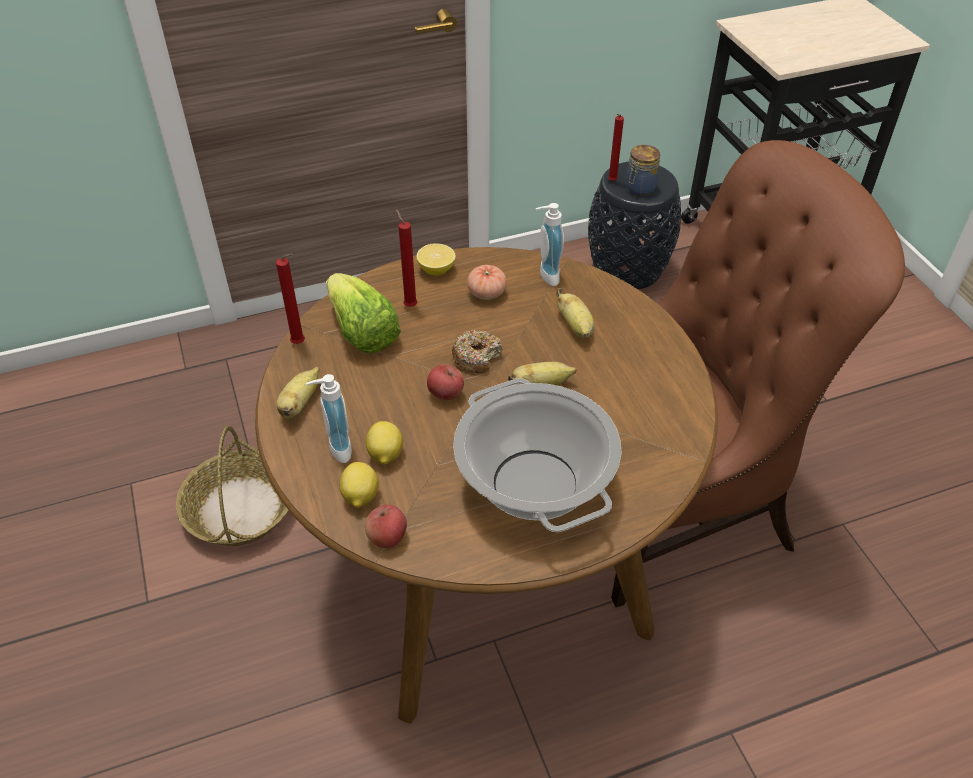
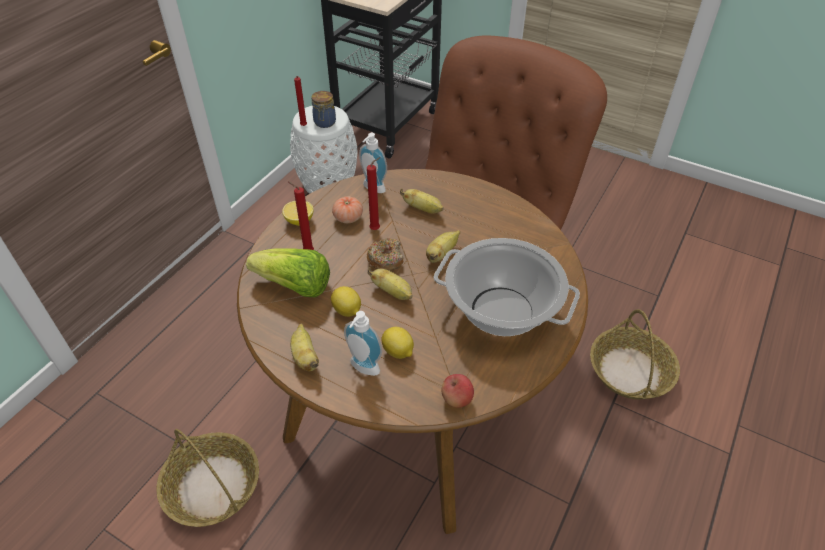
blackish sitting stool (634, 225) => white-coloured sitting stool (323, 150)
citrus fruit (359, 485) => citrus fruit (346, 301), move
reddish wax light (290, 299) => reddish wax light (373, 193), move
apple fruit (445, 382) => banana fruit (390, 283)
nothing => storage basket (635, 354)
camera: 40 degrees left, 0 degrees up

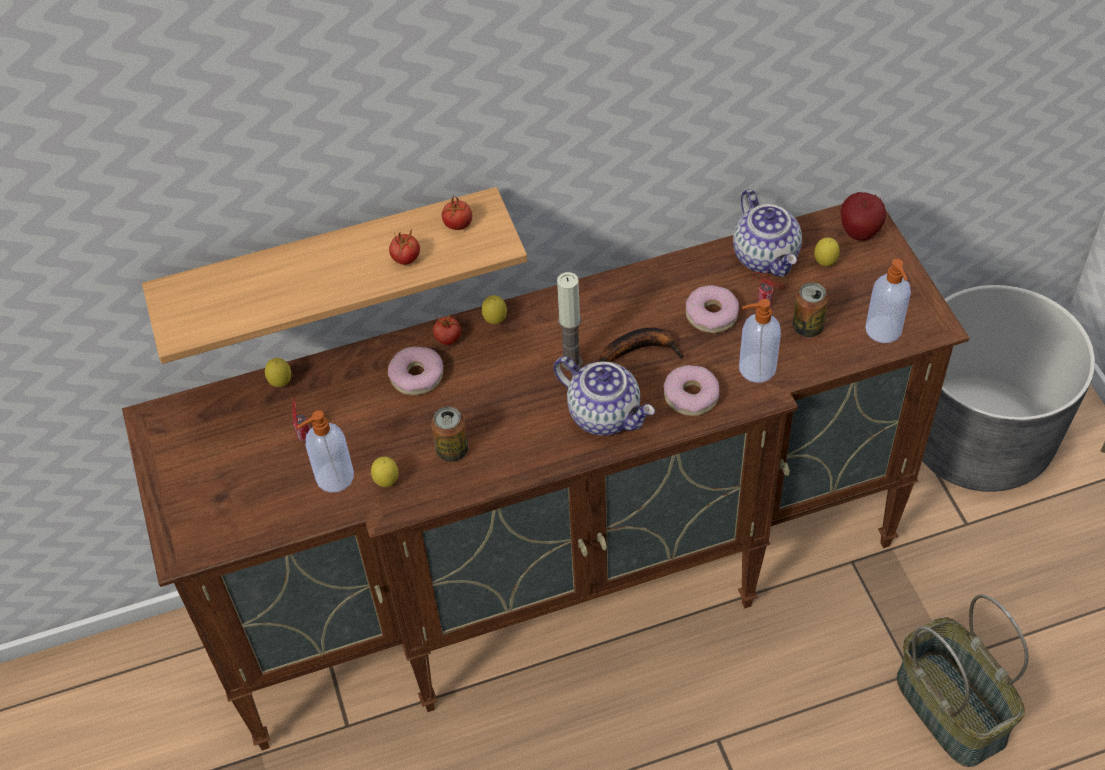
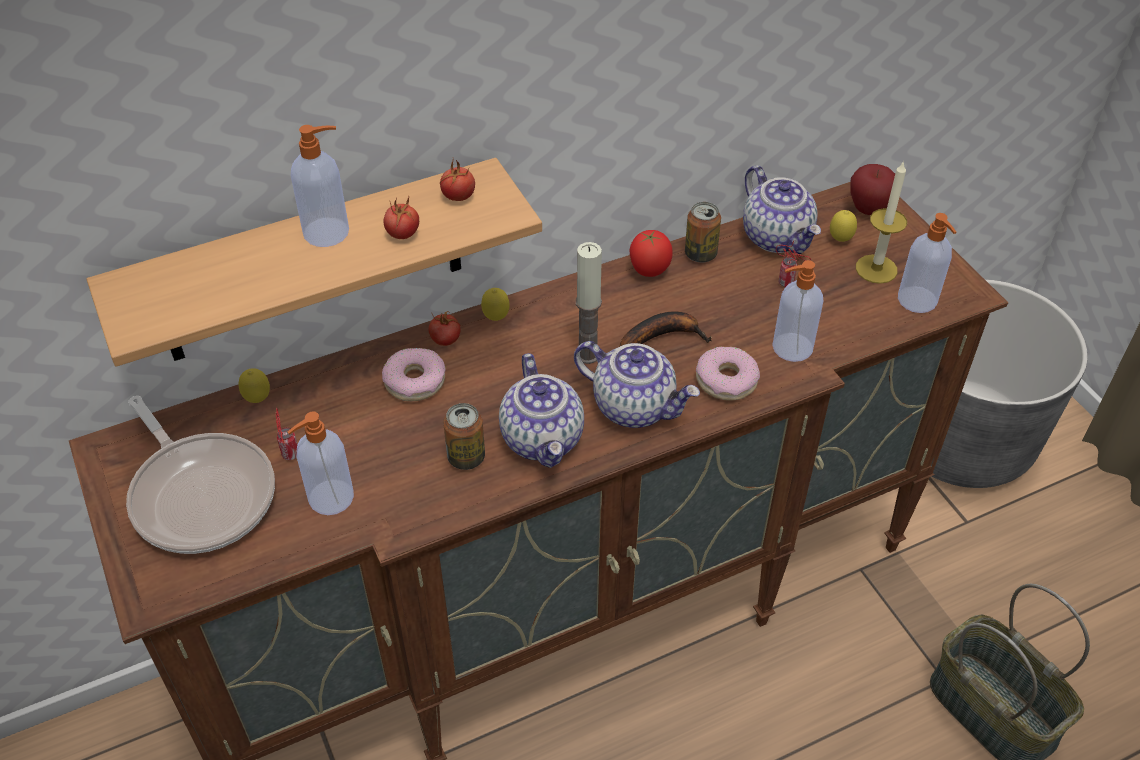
nothing => skillet (200, 475)
nothing => soap dispenser (320, 186)
nothing => teapot (541, 410)
nothing => whole tomato (651, 253)
metal can (810, 309) => metal can (703, 232), move
nothing => wax light (881, 222)
citrus fruit (385, 472) => nothing
ring doughnut (712, 309) => nothing
camera: 10 degrees left, 5 degrees down

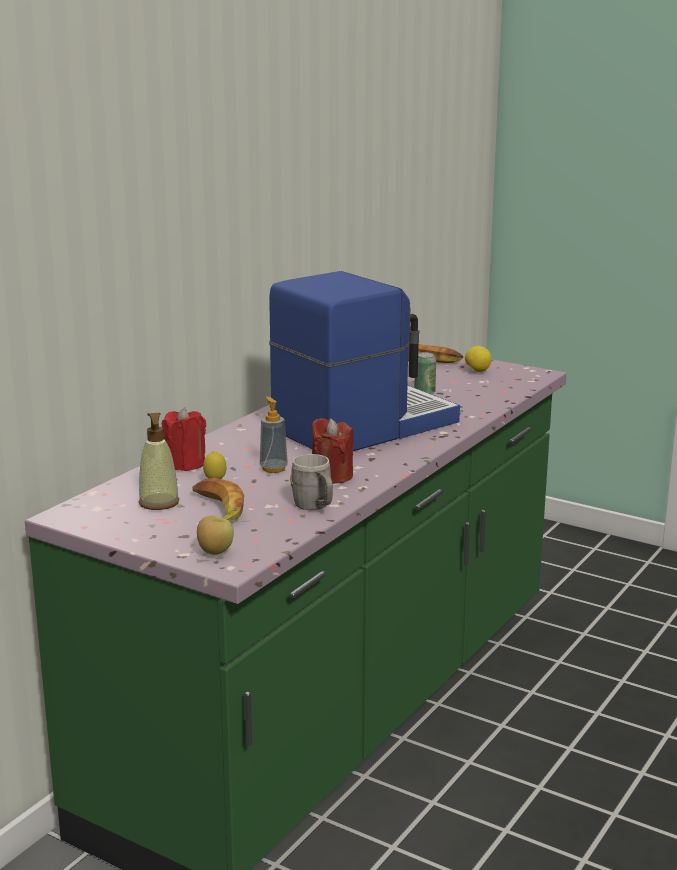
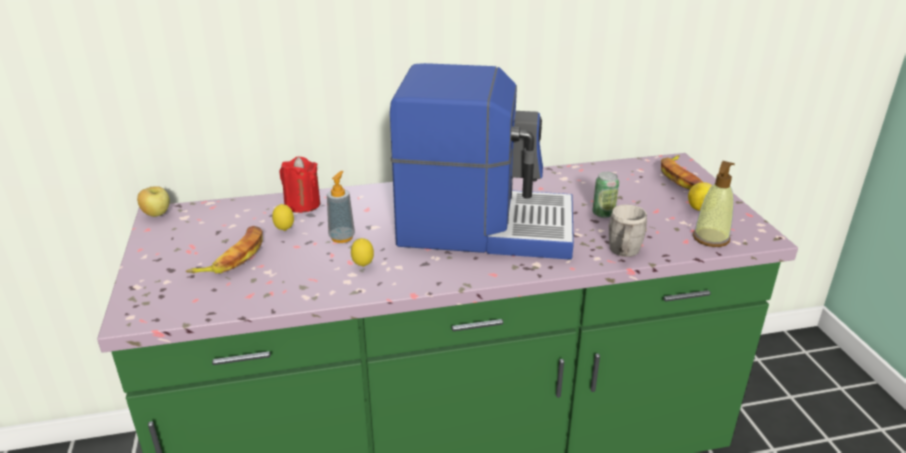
apple fruit (215, 535) => apple fruit (153, 201), move
reddish wax light (332, 451) => citrus fruit (362, 252)
greyish coffee mug (311, 482) => greyish coffee mug (627, 230), move
soap dispenser (159, 461) => soap dispenser (714, 204), move
camera: 45 degrees right, 10 degrees up

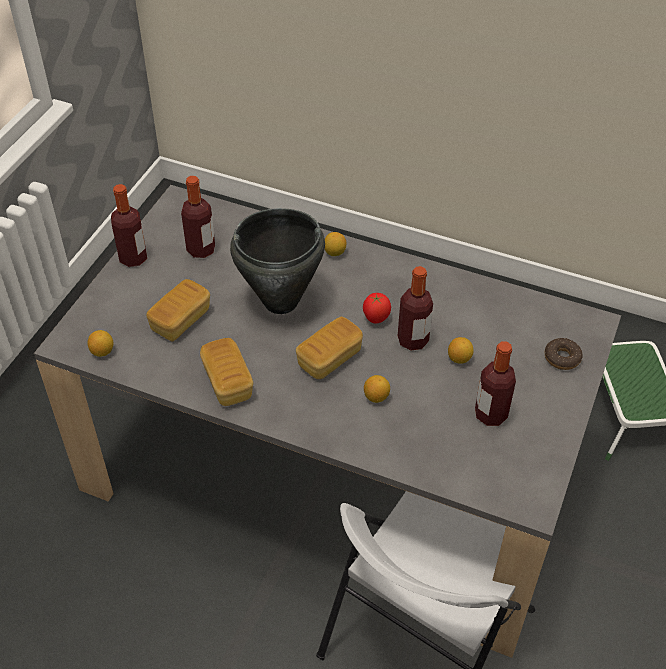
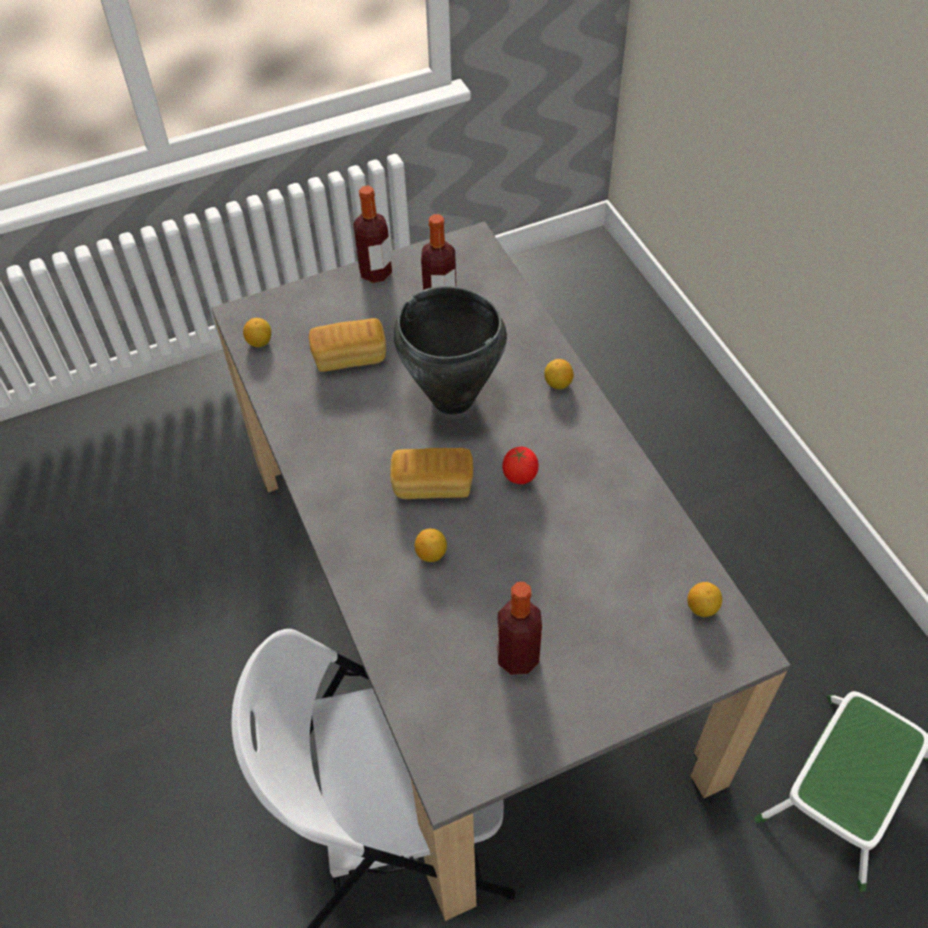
citrus fruit (461, 350) => citrus fruit (704, 599), move
bakery bread (226, 372) => nothing
drink bottle (415, 308) => nothing
ring doughnut (564, 354) => nothing
camera: 45 degrees right, 5 degrees up

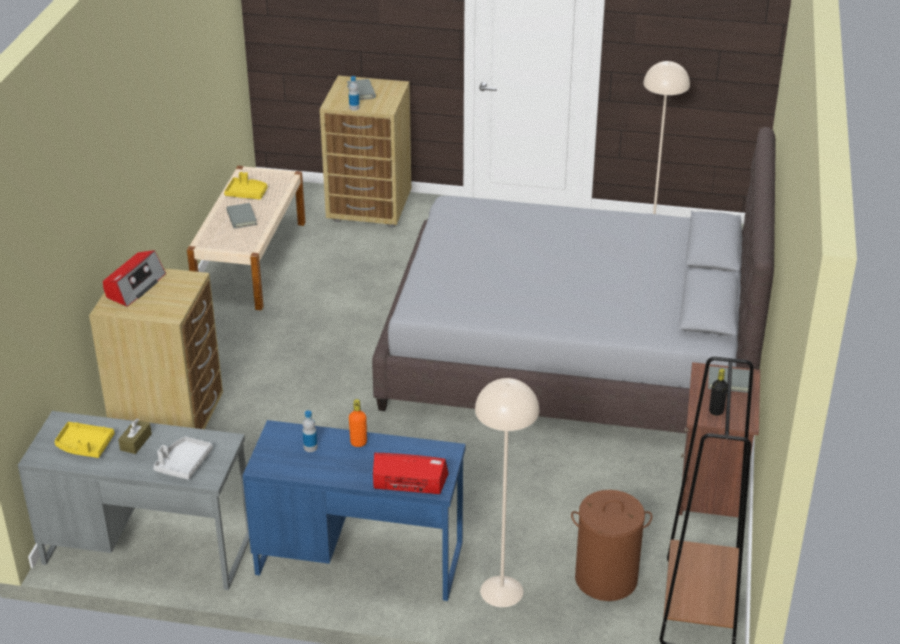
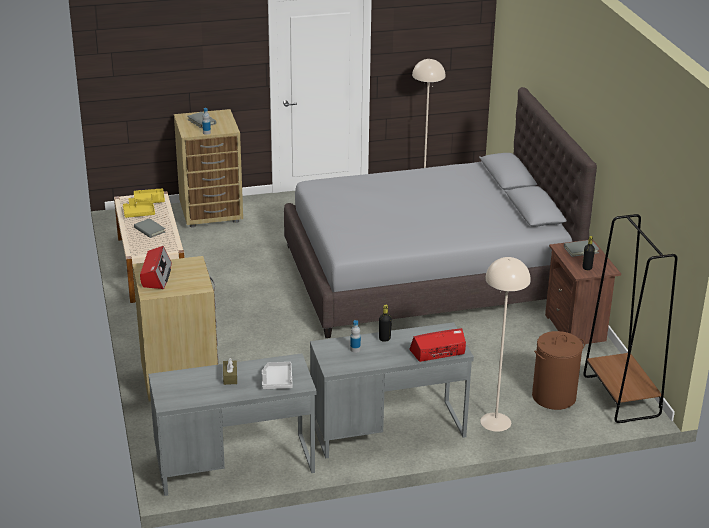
yellowish tray (84, 440) => yellowish tray (149, 196), move
bluish desk unit (354, 510) => greyish desk unit (392, 390)
orange drink bottle (358, 423) => blackish drink bottle (385, 323)
camera: 25 degrees left, 5 degrees down

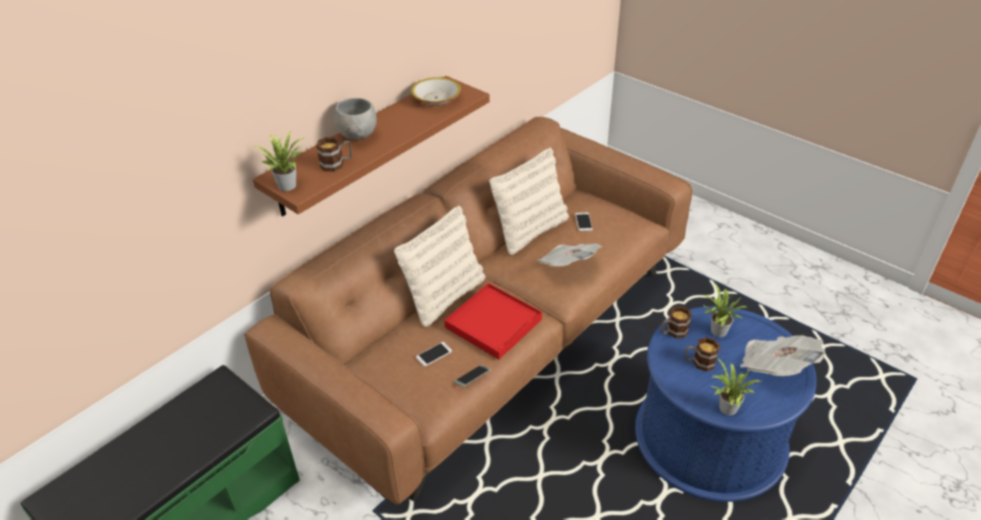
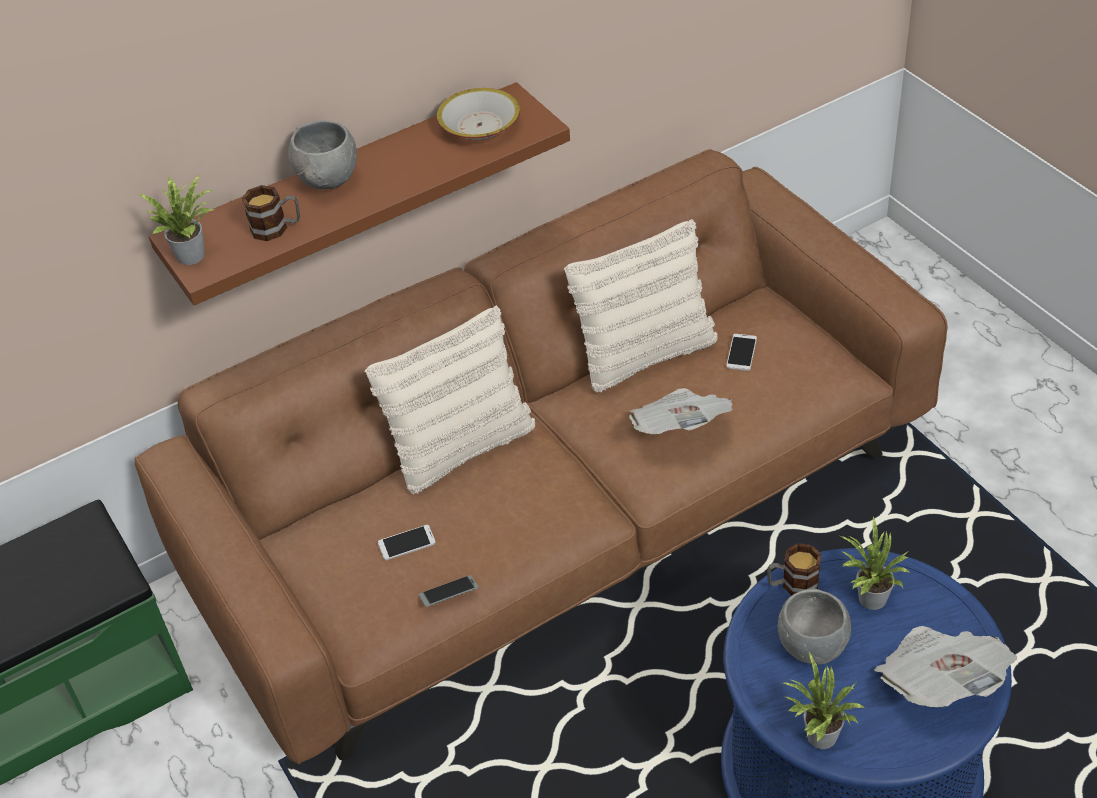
coffee mug (702, 354) => greyish deep dish (814, 626)
reddish tray (493, 321) => nothing
camera: 20 degrees right, 5 degrees up

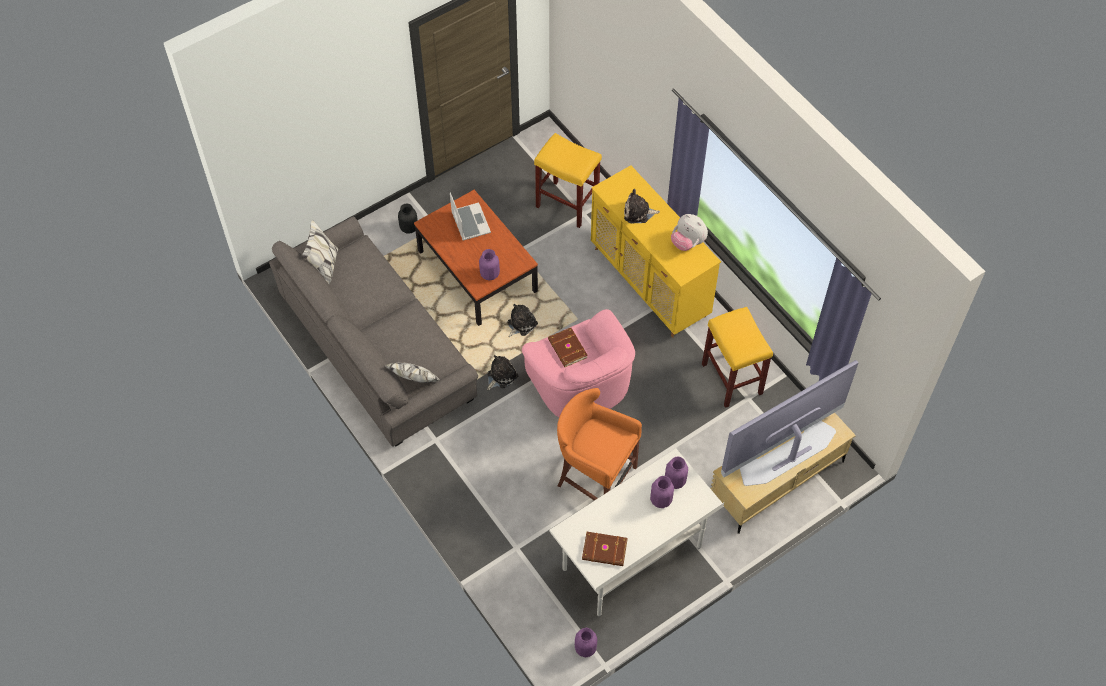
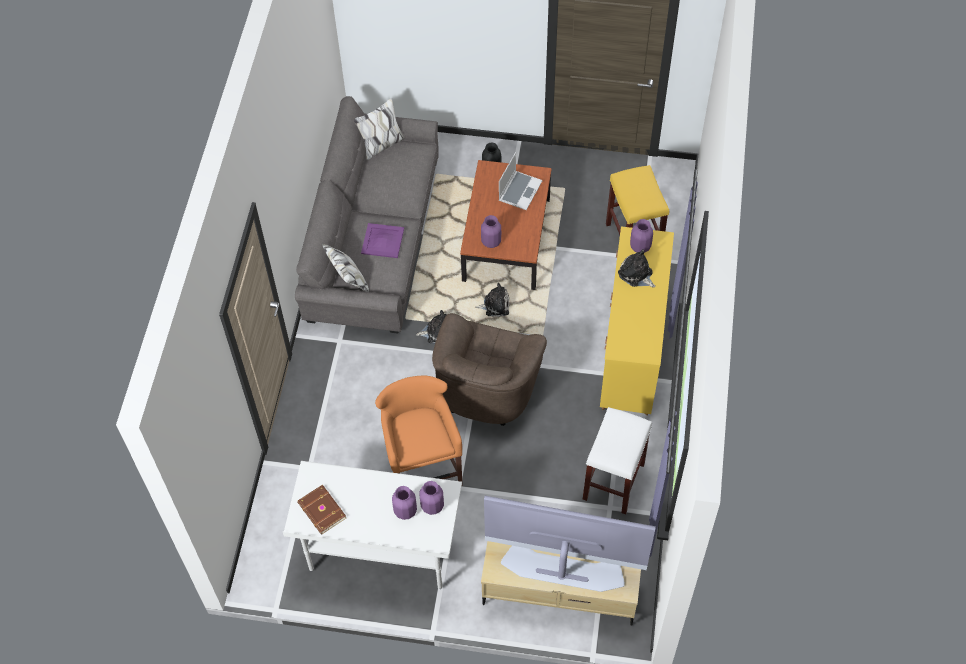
nothing => purple-coloured tray (382, 240)
pink-coloured armchair (578, 363) => brown-coloured armchair (489, 369)
yellowish sitting stool (737, 357) => white-coloured sitting stool (617, 461)
purple-coloured flower vase (586, 642) => purple-coloured flower vase (641, 236), move
brown-coloured book (568, 347) => nothing
soft toy (689, 232) => nothing
camera: 45 degrees right, 0 degrees up

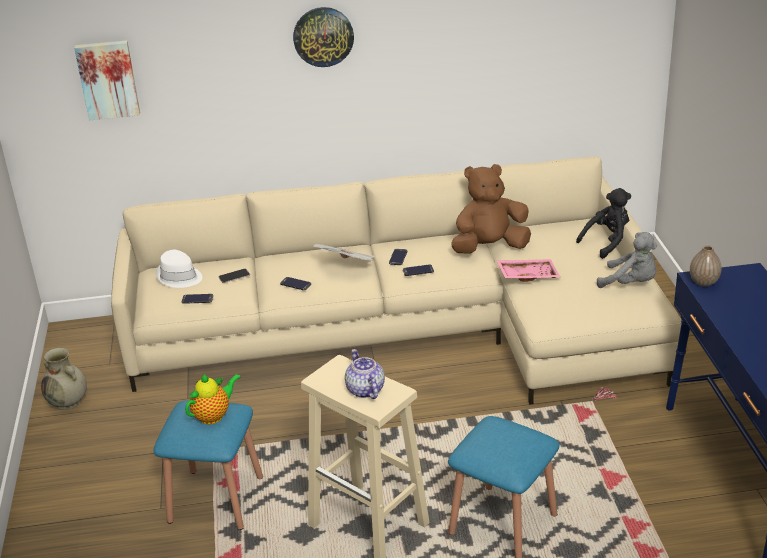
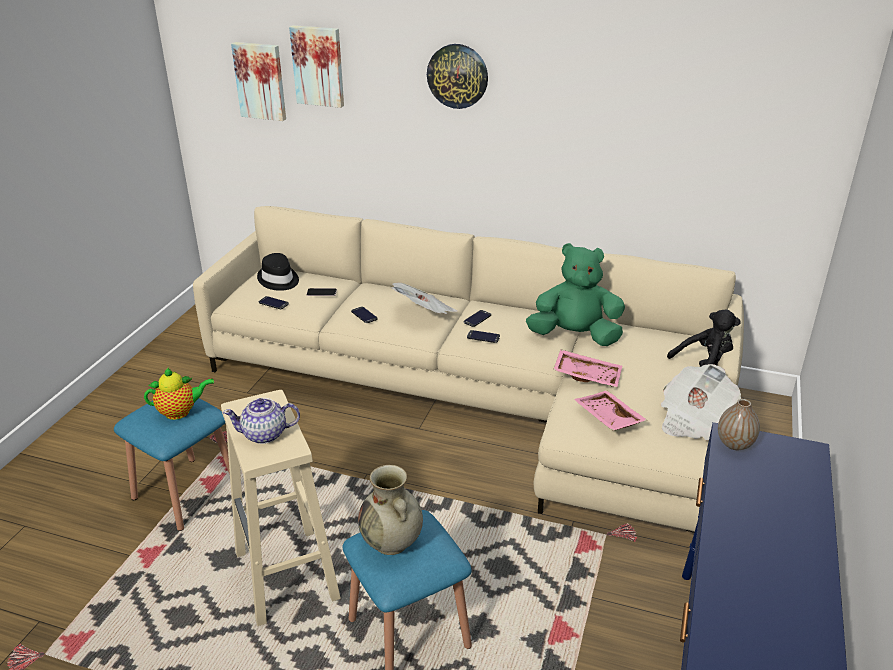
teapot (365, 374) => teapot (261, 421), 105 degrees counterclockwise
white-coloured hat (179, 269) => blackish hat (278, 272)
nothing => wall art (316, 66)
beige flower vase (64, 379) => beige flower vase (390, 510), move
brown-coloured soft toy (491, 209) => green-coloured soft toy (575, 294)
nothing => pink-coloured tray (610, 411)
greyish soft toy (627, 260) => newspaper (701, 402)
camera: 25 degrees right, 0 degrees up

